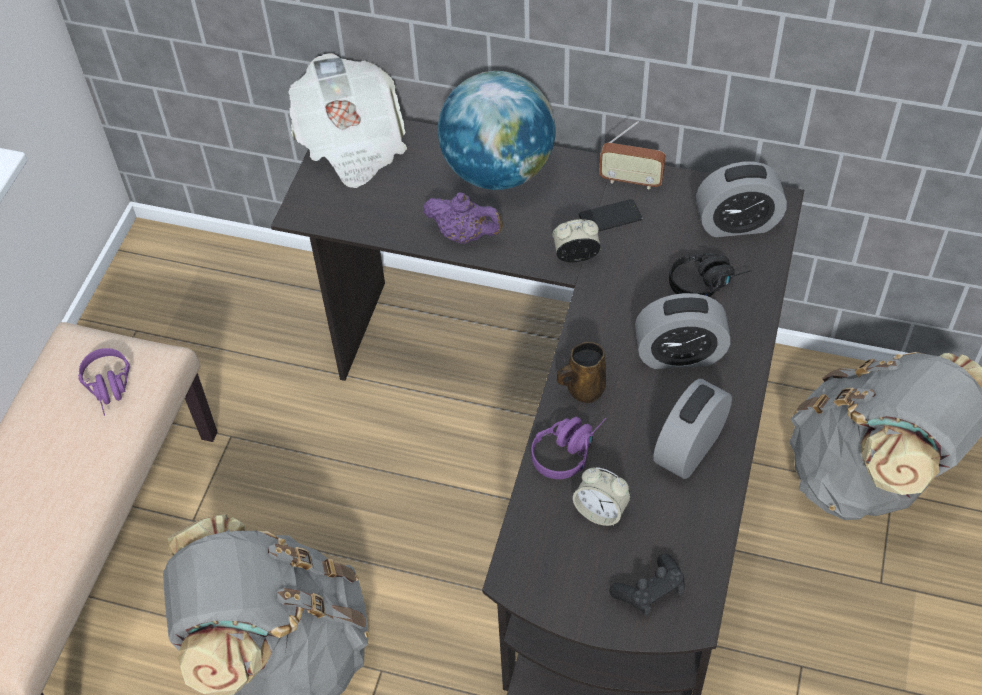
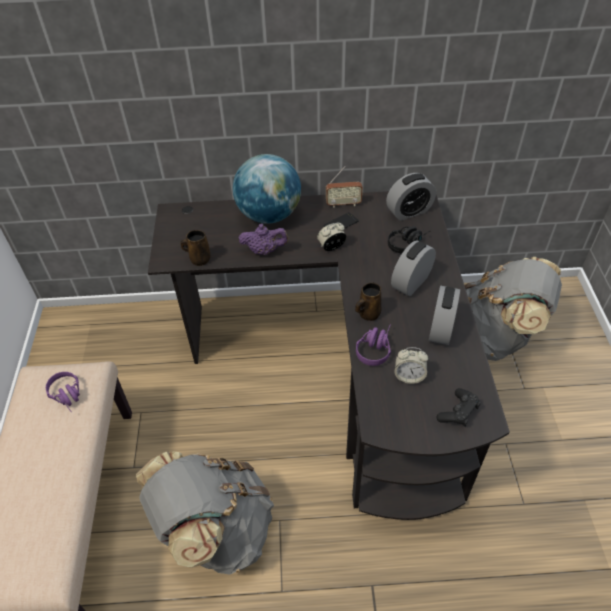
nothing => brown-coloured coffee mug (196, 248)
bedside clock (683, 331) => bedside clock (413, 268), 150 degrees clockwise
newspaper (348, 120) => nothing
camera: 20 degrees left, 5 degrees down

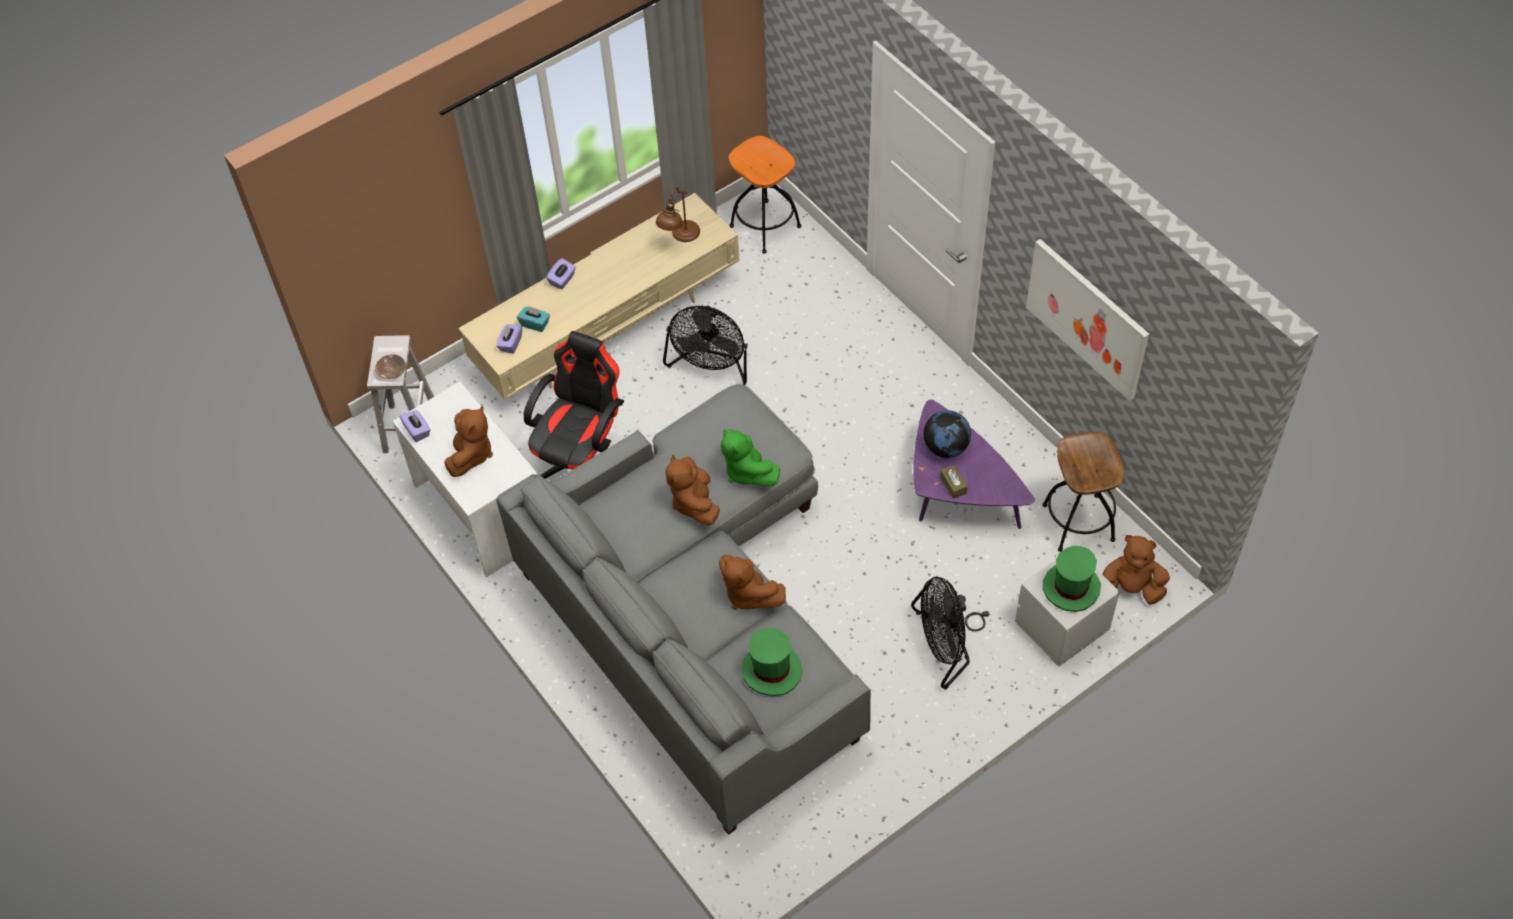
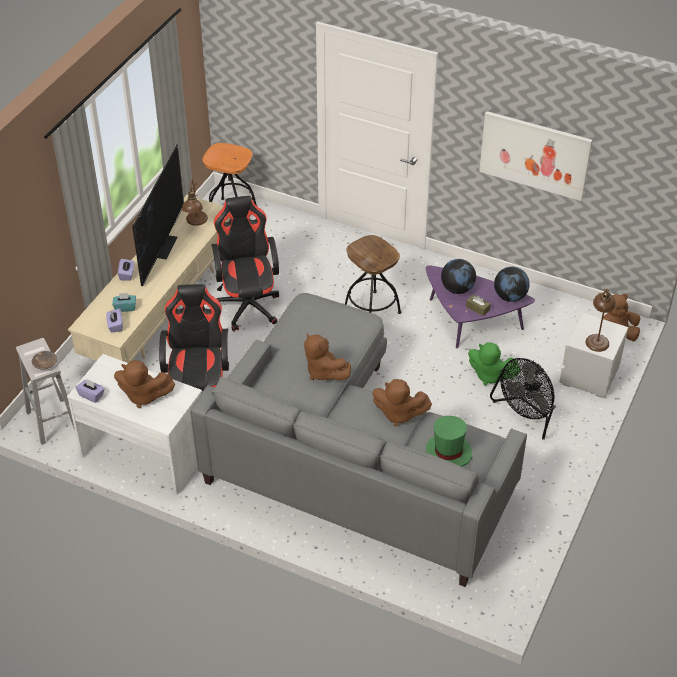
brown-coloured soft toy (468, 441) => brown-coloured soft toy (144, 384), 120 degrees clockwise
nothing => TV set (158, 215)
blackish fan (705, 345) => blackish desk chair (245, 264)
brown-coloured sitting stool (1083, 492) => brown-coloured sitting stool (373, 274), move
green-coloured soft toy (750, 457) => green-coloured soft toy (494, 364), move
nothing => desk globe (512, 284)
green-coloured hat (1072, 579) => brown-coloured table lamp (601, 320)
camera: 30 degrees left, 10 degrees down

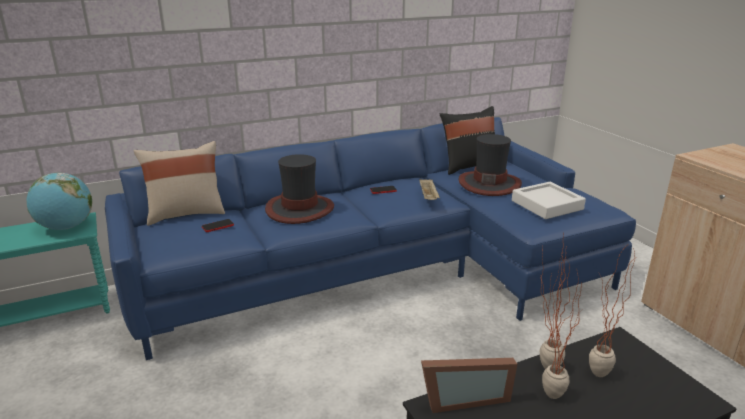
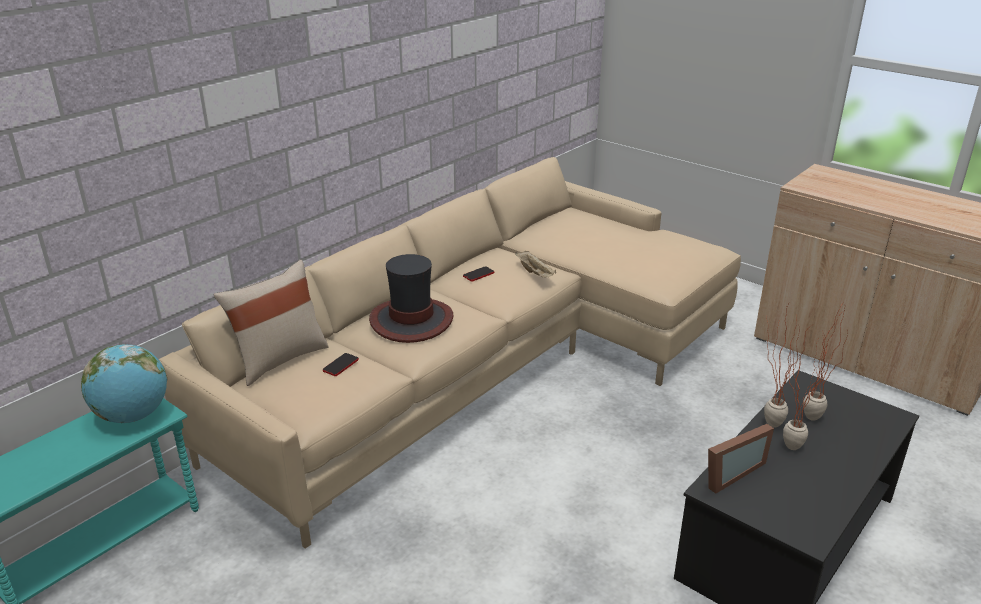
bluish sofa (370, 238) => beige sofa (450, 353)
blackish pillow (467, 140) => nothing
hat (490, 165) => nothing
white-coloured tray (549, 200) => nothing
camera: 25 degrees left, 5 degrees up

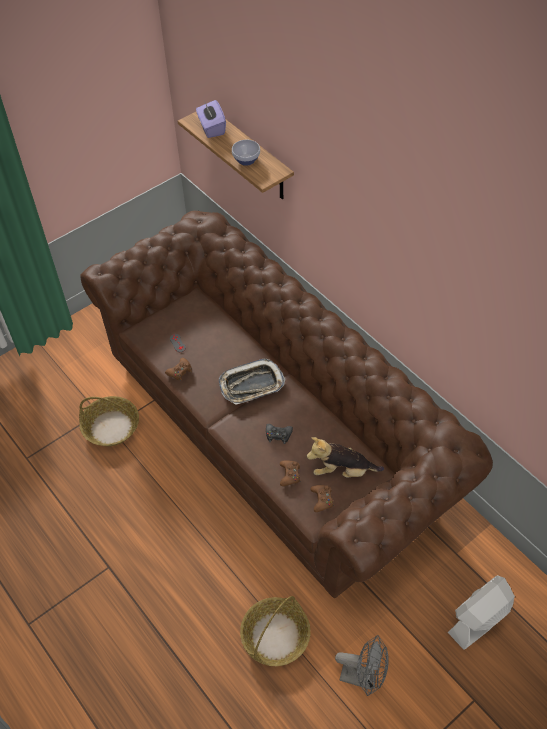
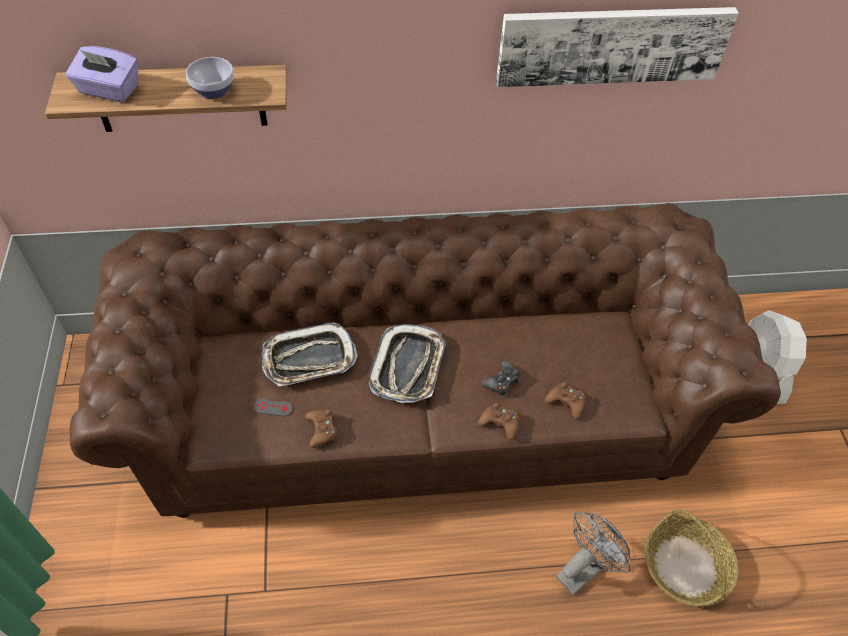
nothing => tray (310, 354)
brown-coloured game controller (322, 498) => brown-coloured game controller (498, 421), move
nothing => wall art (617, 47)
greyish fan (362, 665) => greyish fan (593, 553), move
storage basket (109, 421) => nothing
soft toy (345, 457) => nothing
camera: 60 degrees left, 0 degrees up

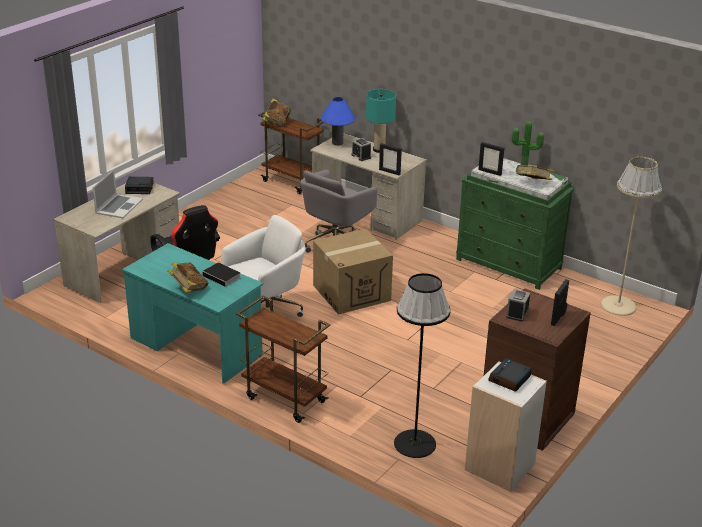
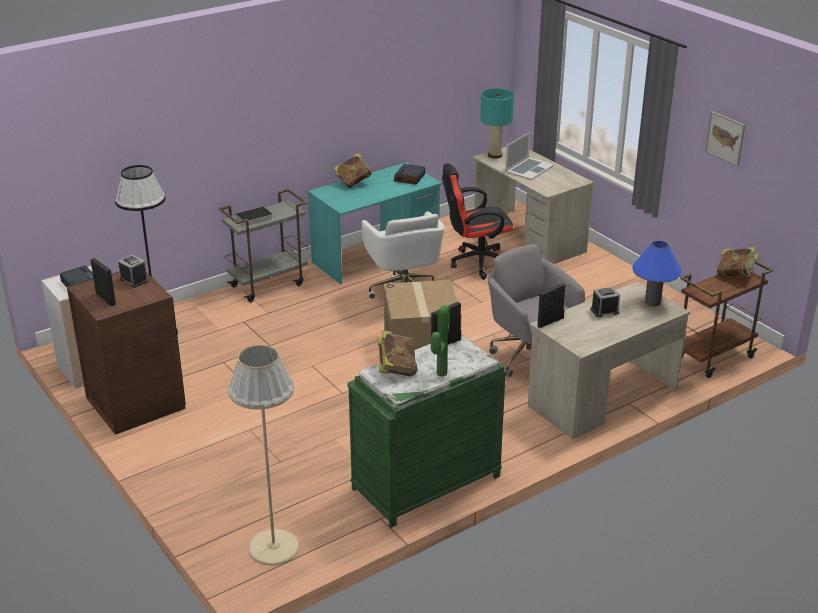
brown-coloured trolley (283, 359) => greyish trolley (264, 245)
book (221, 275) => book (254, 216), move
bedside clock (139, 185) => bedside clock (409, 174), move
turquoise table lamp (381, 121) => turquoise table lamp (497, 123), move
laptop (117, 193) => laptop (529, 156), 90 degrees counterclockwise
nothing => wall art (725, 138)
camera: 110 degrees right, 0 degrees up

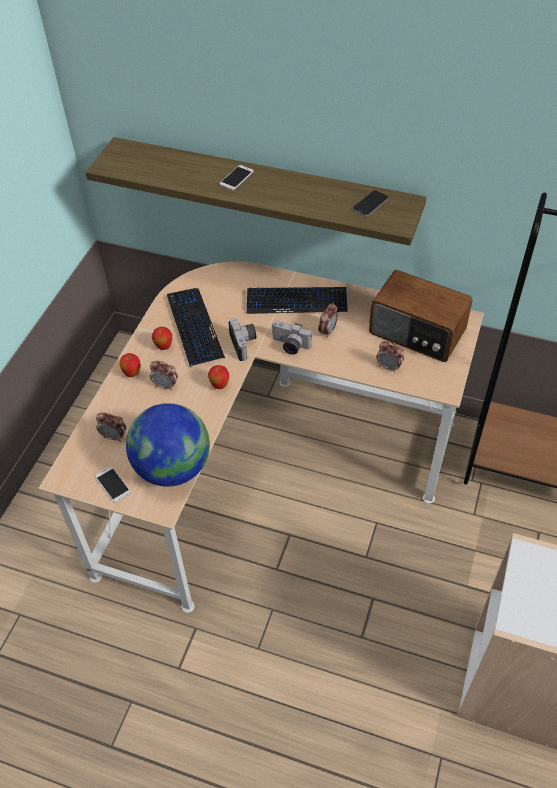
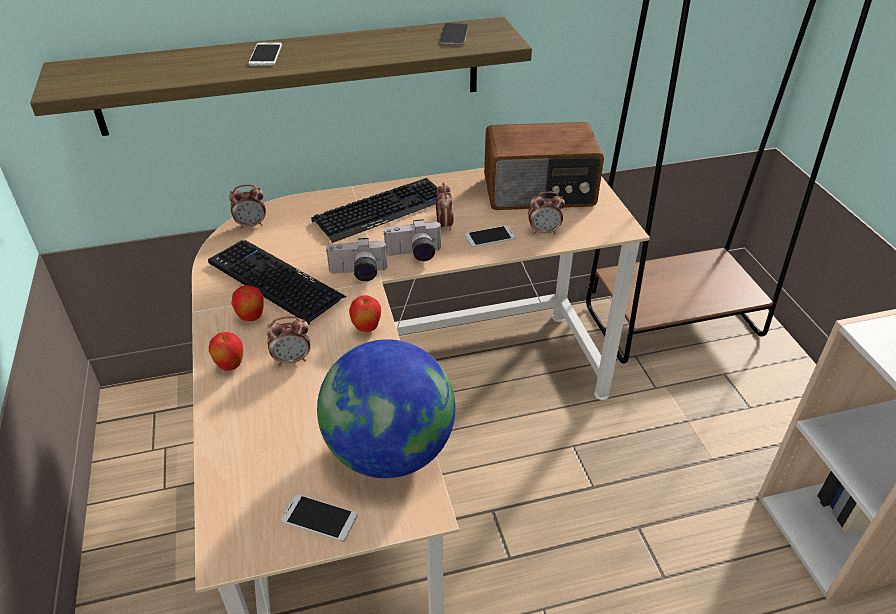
bedside clock (111, 427) => bedside clock (247, 207), move
still camera (242, 339) => still camera (356, 259), 135 degrees clockwise
nothing => telephone (490, 236)
camera: 35 degrees left, 10 degrees down

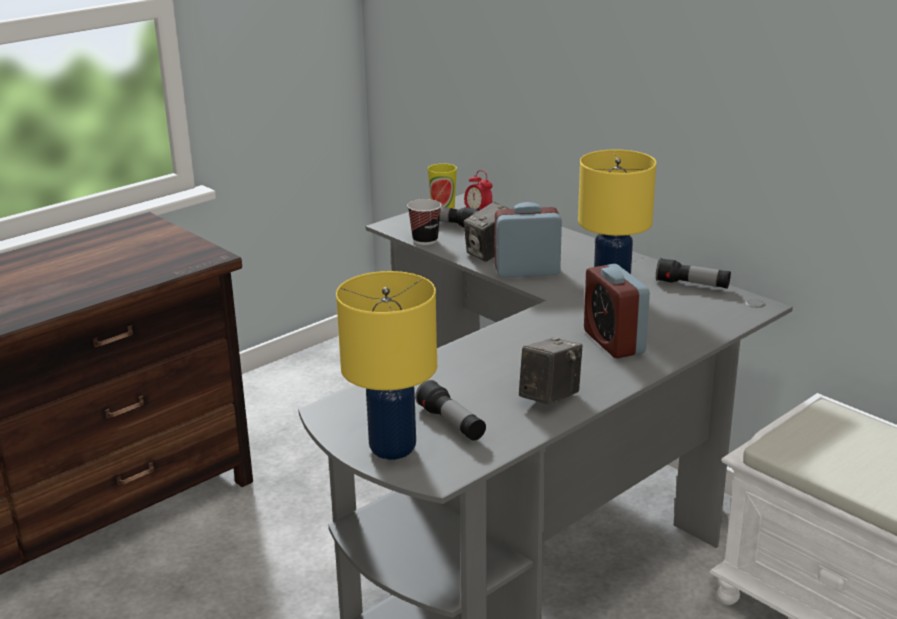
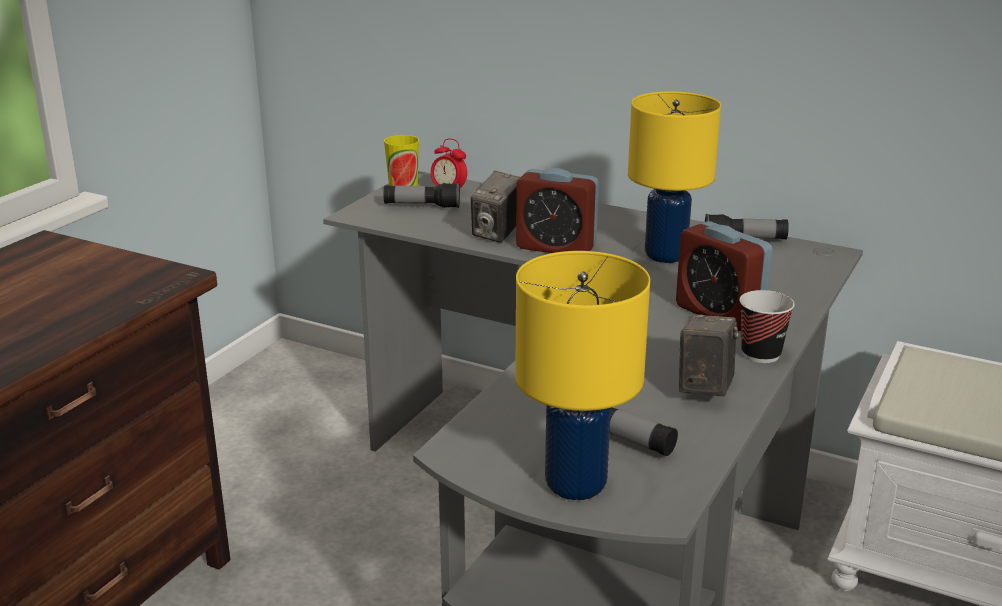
bedside clock (528, 240) => bedside clock (557, 210), 135 degrees counterclockwise
drinking cup (424, 222) => drinking cup (767, 326), move
camera: 20 degrees left, 0 degrees up

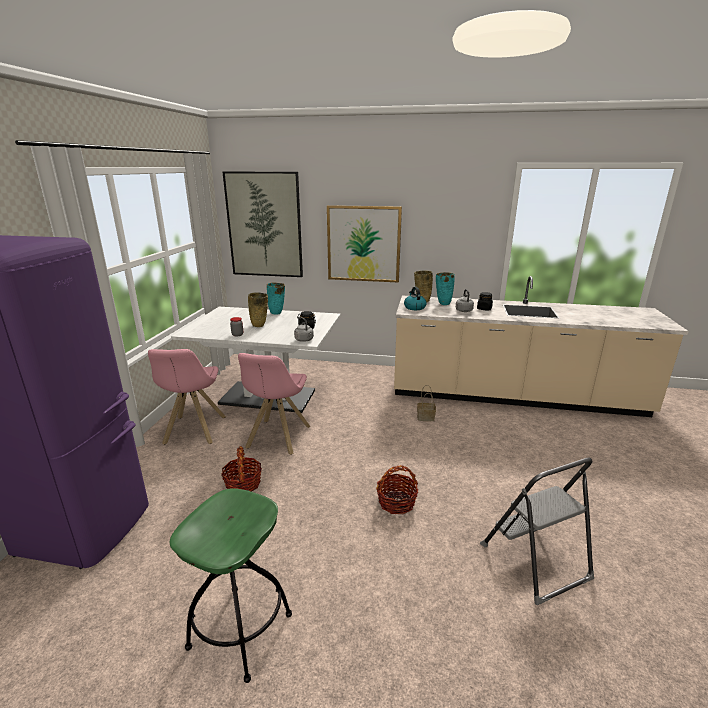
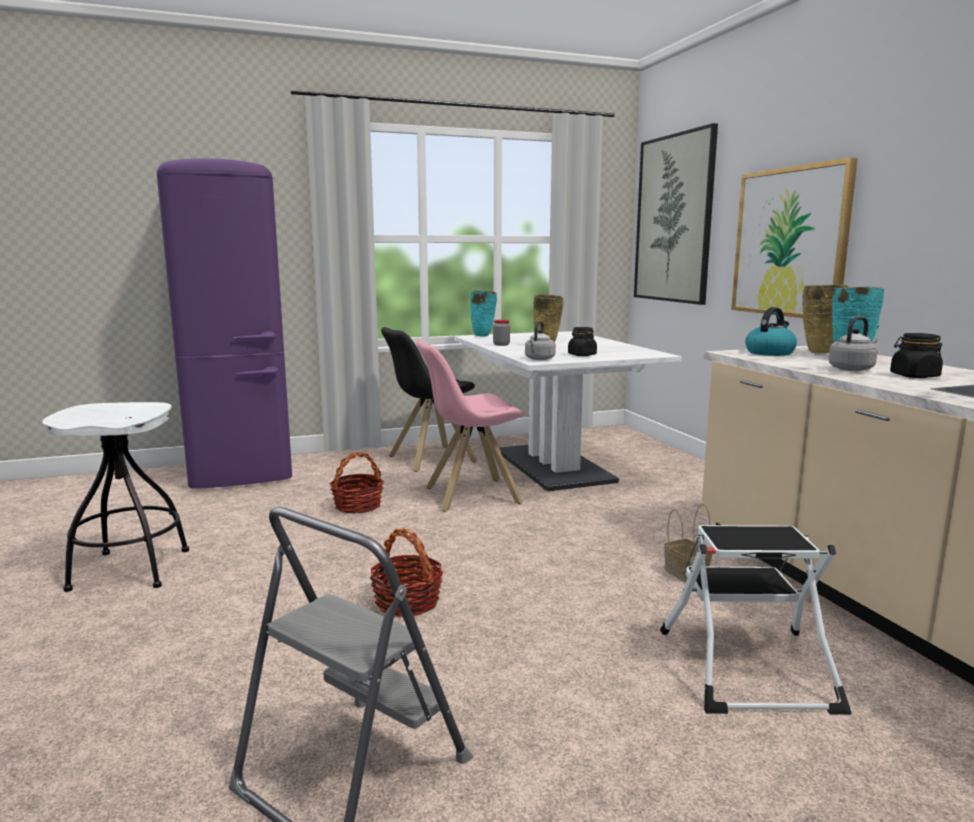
green-coloured sitting stool (231, 585) => white-coloured sitting stool (115, 497)
pink-coloured chair (187, 397) => blackish chair (429, 399)
turquoise flower vase (276, 298) => turquoise flower vase (483, 313), move
nothing => stepladder (756, 620)
camera: 60 degrees right, 10 degrees down

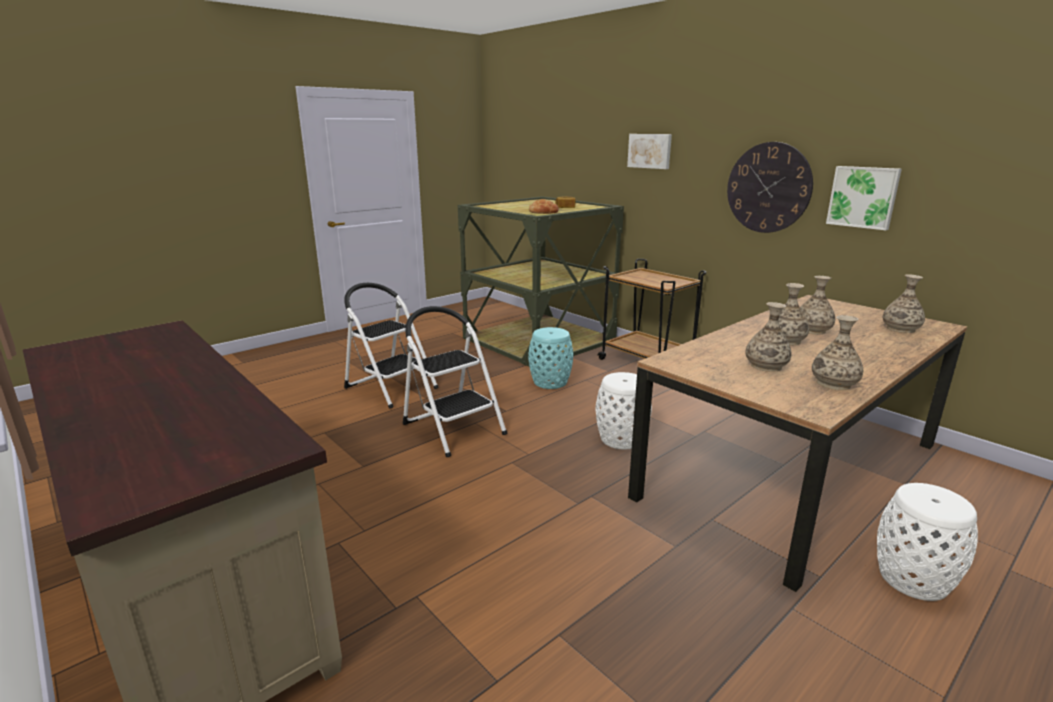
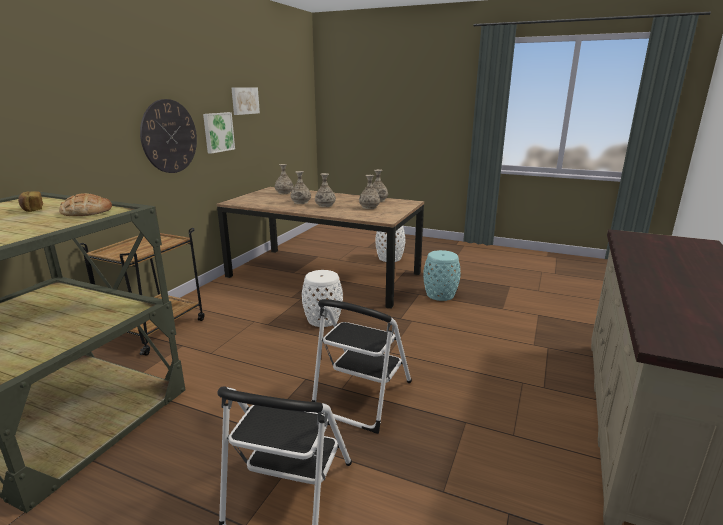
wall art (649, 151) => wall art (245, 101), move
turquoise sitting stool (550, 358) => turquoise sitting stool (442, 275), move
camera: 115 degrees left, 0 degrees up

